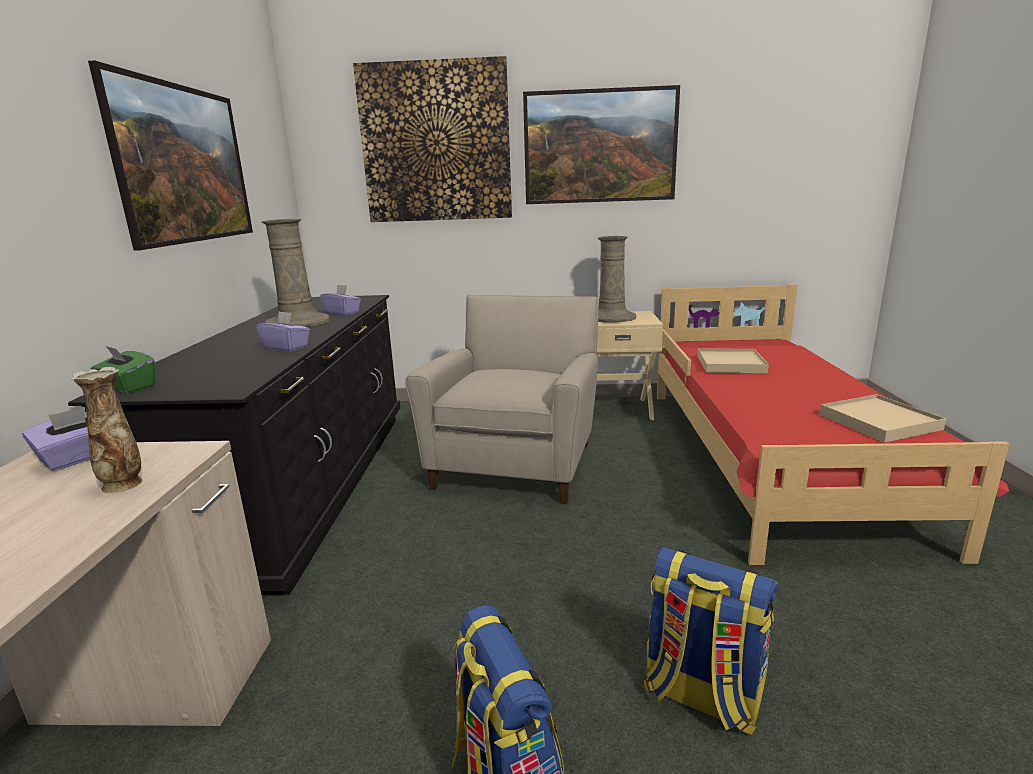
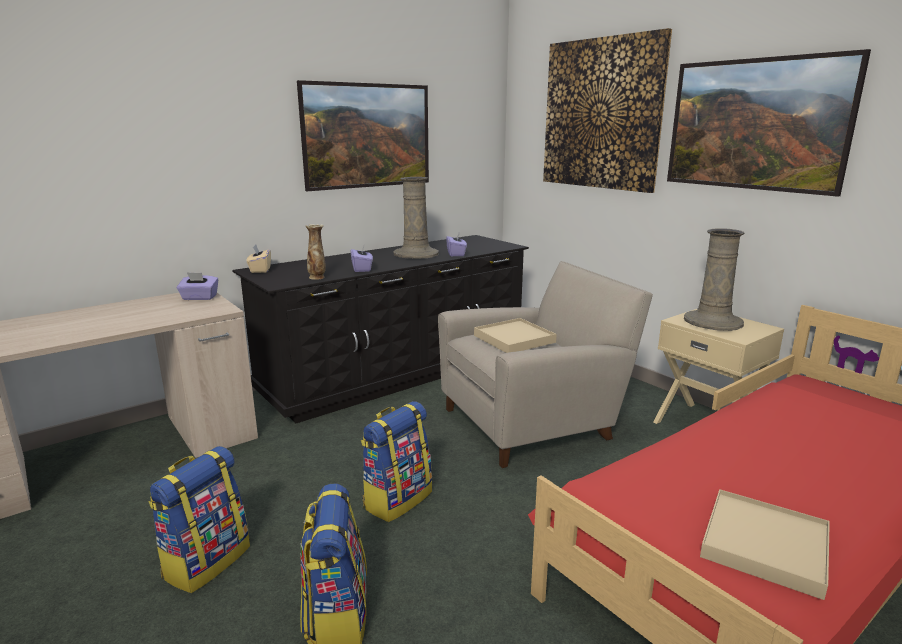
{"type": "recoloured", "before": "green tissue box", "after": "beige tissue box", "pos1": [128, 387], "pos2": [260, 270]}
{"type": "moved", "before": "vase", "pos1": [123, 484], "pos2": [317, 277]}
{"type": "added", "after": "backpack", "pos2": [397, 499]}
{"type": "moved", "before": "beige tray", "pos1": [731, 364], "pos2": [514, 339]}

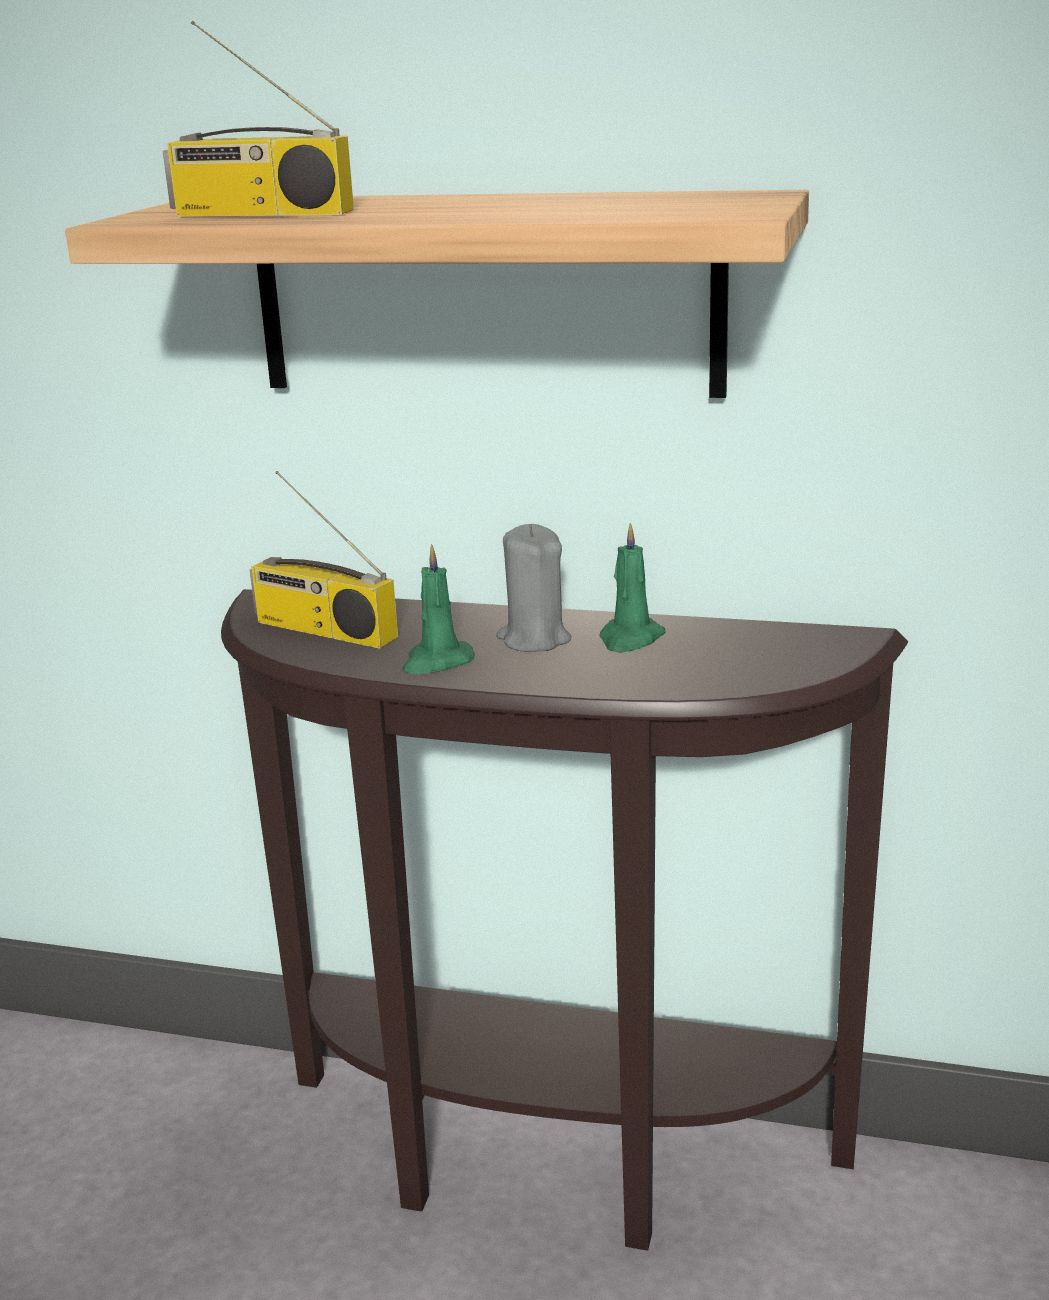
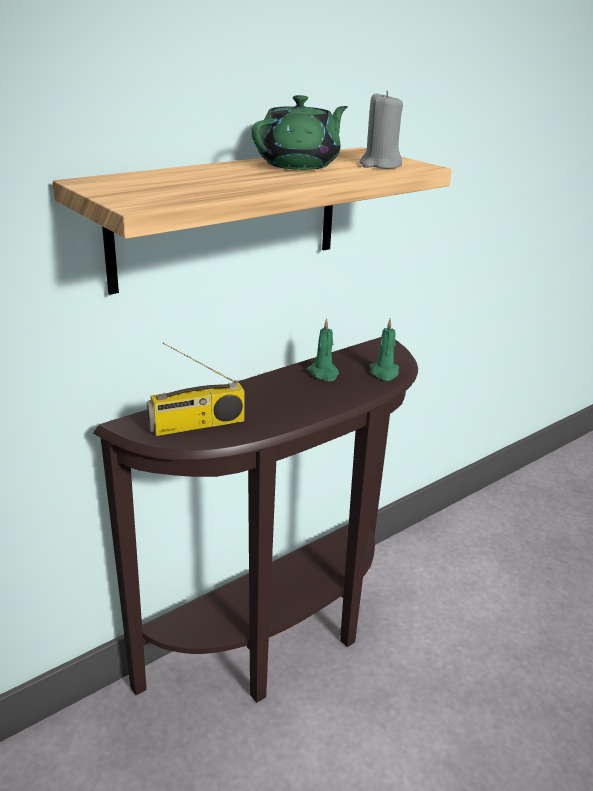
{"type": "added", "after": "green teapot", "pos2": [299, 164]}
{"type": "moved", "before": "grey candle", "pos1": [534, 639], "pos2": [380, 165]}
{"type": "moved", "before": "green candle", "pos1": [437, 662], "pos2": [384, 373]}
{"type": "removed", "before": "radio", "pos1": [259, 214]}

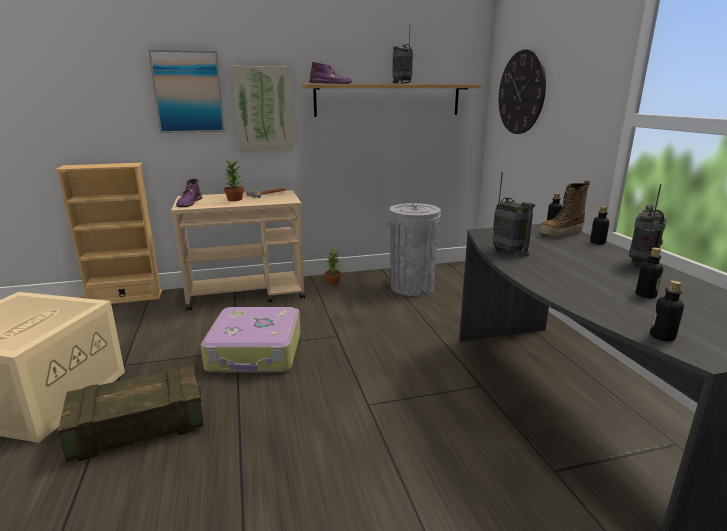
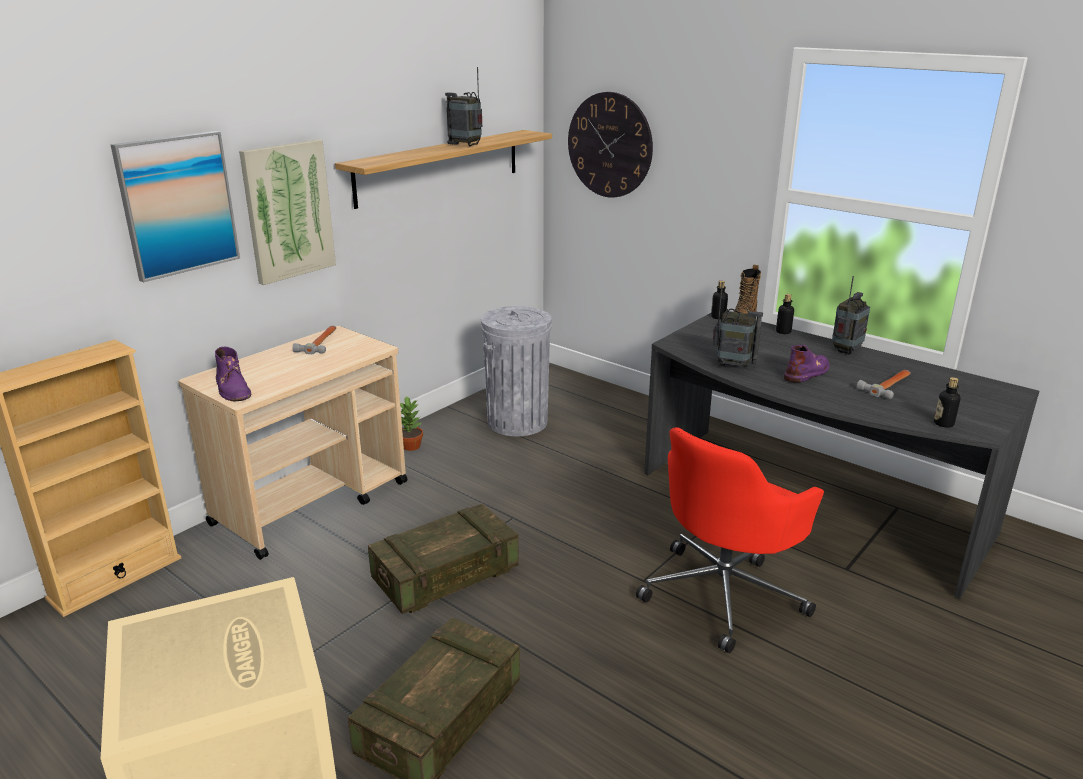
{"type": "replaced", "before": "suitcase", "after": "crate", "pos1": [256, 352], "pos2": [446, 576]}
{"type": "added", "after": "red office chair", "pos2": [724, 593]}
{"type": "moved", "before": "purple boot", "pos1": [331, 83], "pos2": [807, 372]}
{"type": "turned", "before": "radio", "pos1": [641, 264], "pos2": [846, 351], "turn": 45}
{"type": "replaced", "before": "bottle", "after": "hammer", "pos1": [645, 295], "pos2": [889, 385]}
{"type": "removed", "before": "potted plant", "pos1": [234, 199]}

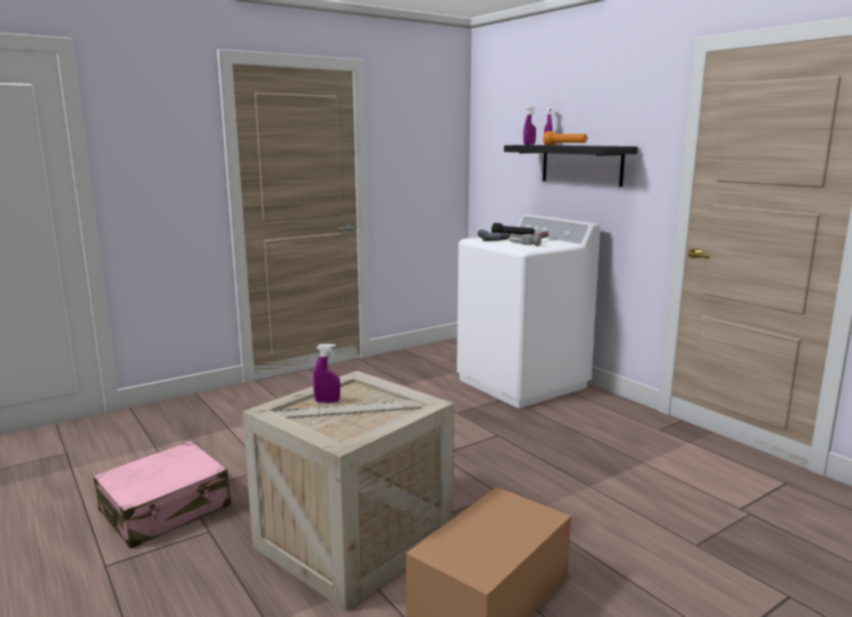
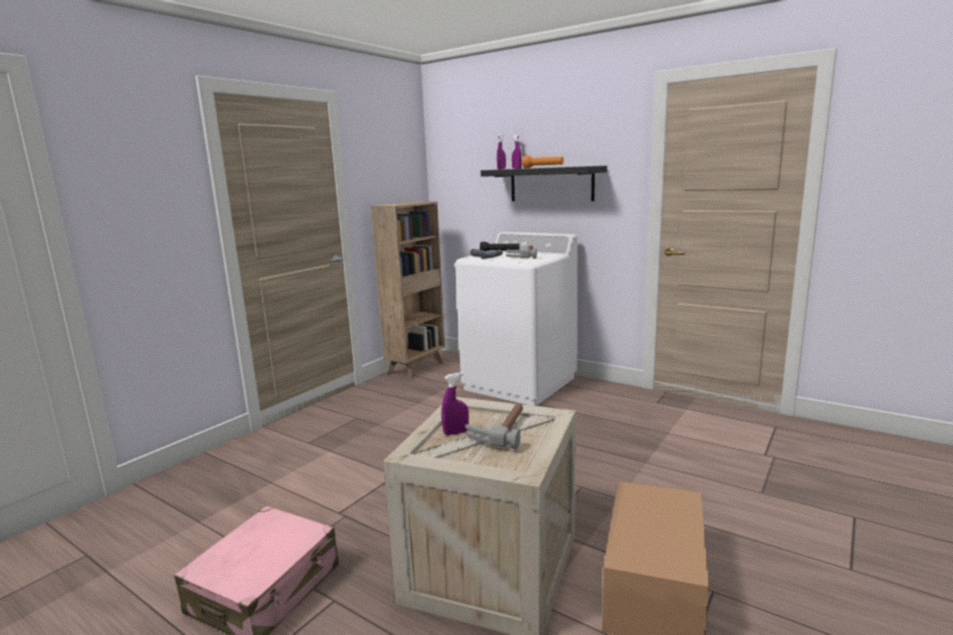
{"type": "added", "after": "brown bookcase", "pos2": [417, 368]}
{"type": "added", "after": "hammer", "pos2": [499, 430]}

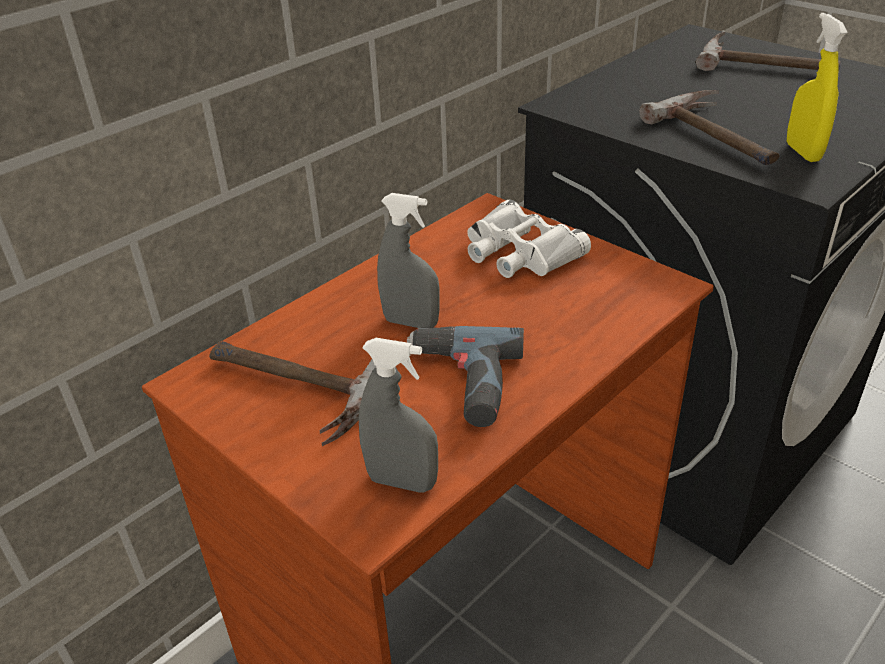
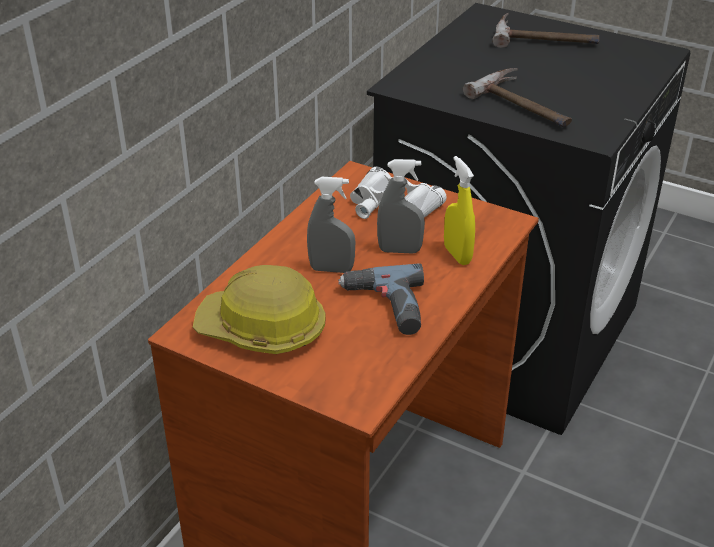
{"type": "replaced", "before": "hammer", "after": "hard hat", "pos1": [288, 392], "pos2": [262, 329]}
{"type": "moved", "before": "grey spray bottle", "pos1": [402, 482], "pos2": [399, 250]}
{"type": "moved", "before": "yellow spray bottle", "pos1": [803, 152], "pos2": [457, 255]}

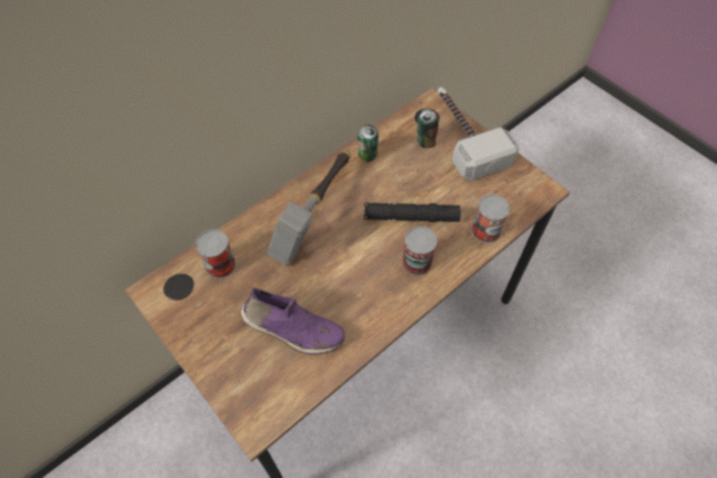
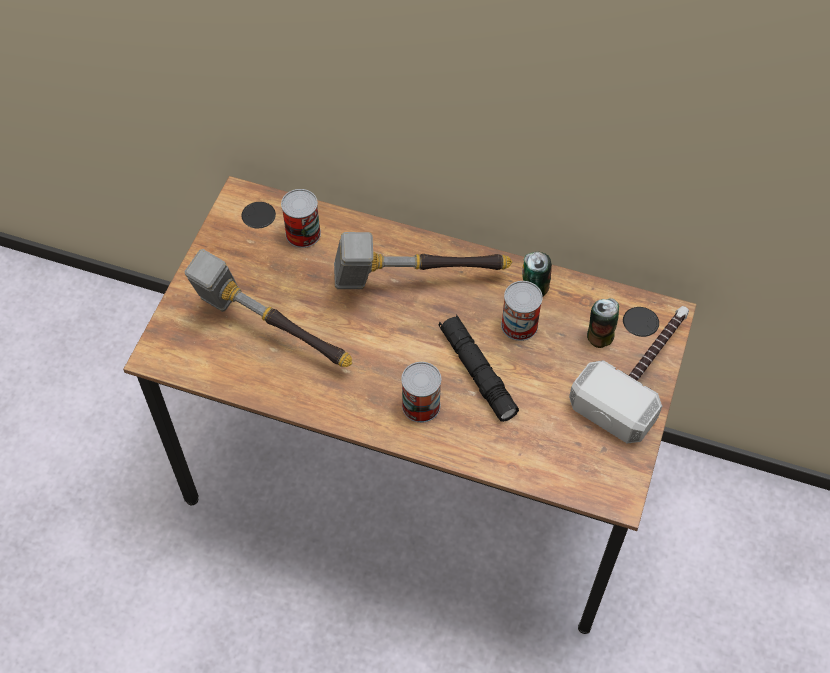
{"type": "replaced", "before": "purple shoe", "after": "hammer", "pos1": [292, 329], "pos2": [269, 332]}
{"type": "moved", "before": "can", "pos1": [486, 230], "pos2": [519, 325]}

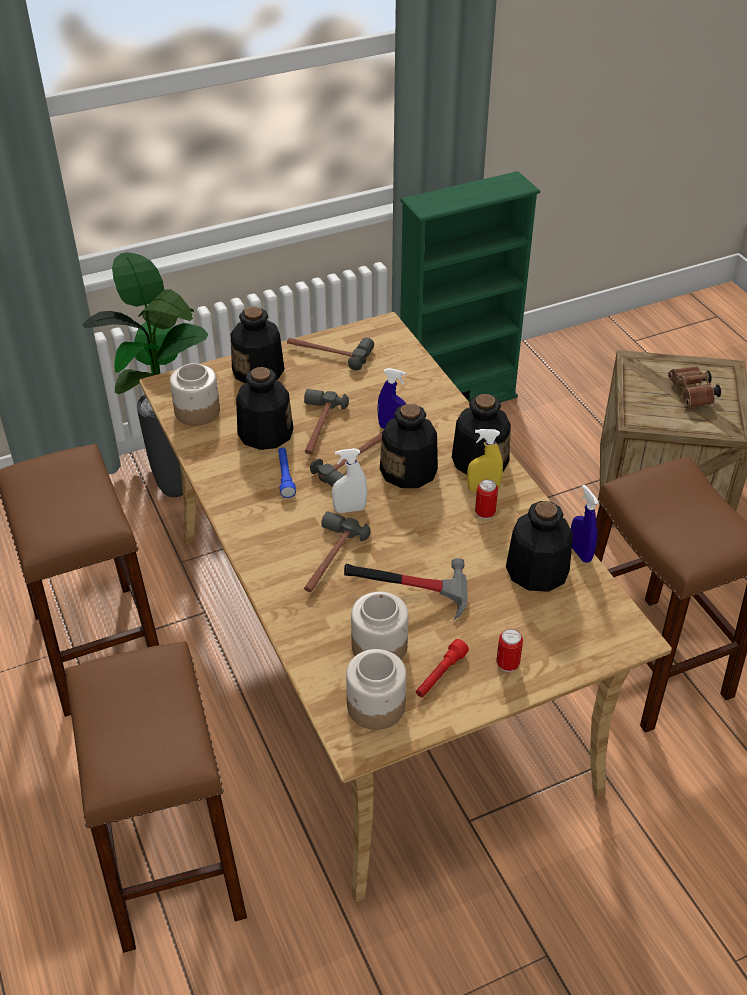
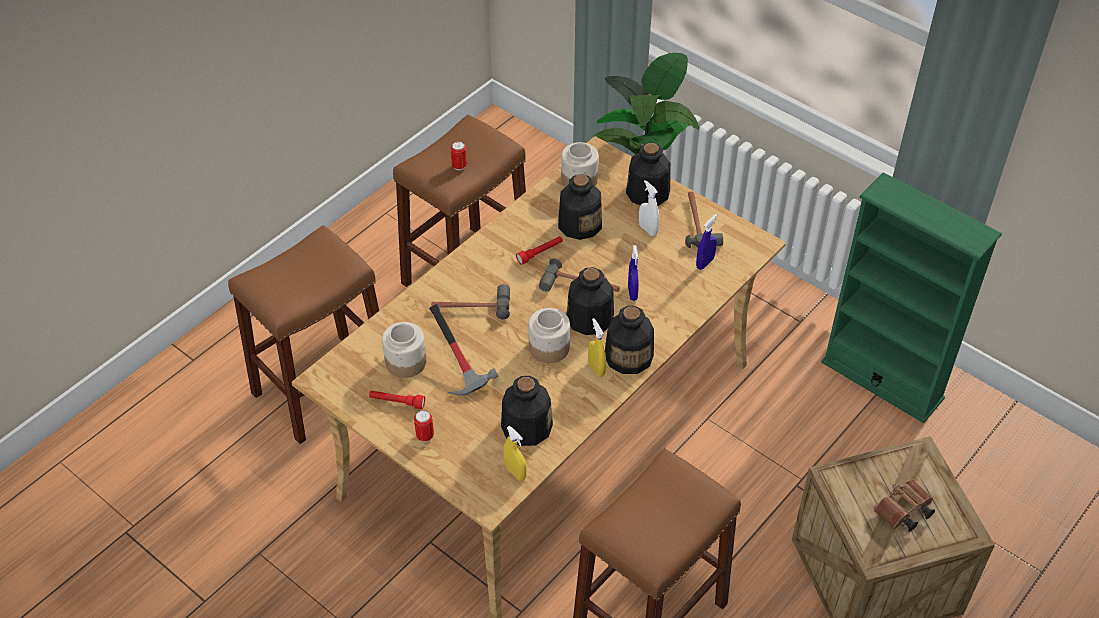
{"type": "moved", "before": "can", "pos1": [485, 513], "pos2": [459, 166]}
{"type": "added", "after": "yellow spray bottle", "pos2": [515, 472]}
{"type": "recoloured", "before": "blue flashlight", "after": "red flashlight", "pos1": [285, 476], "pos2": [540, 253]}
{"type": "moved", "before": "jar", "pos1": [376, 706], "pos2": [548, 348]}
{"type": "moved", "before": "white spray bottle", "pos1": [349, 509], "pos2": [648, 229]}
{"type": "moved", "before": "blue spray bottle", "pos1": [580, 553], "pos2": [705, 263]}
{"type": "removed", "before": "hammer", "pos1": [317, 428]}

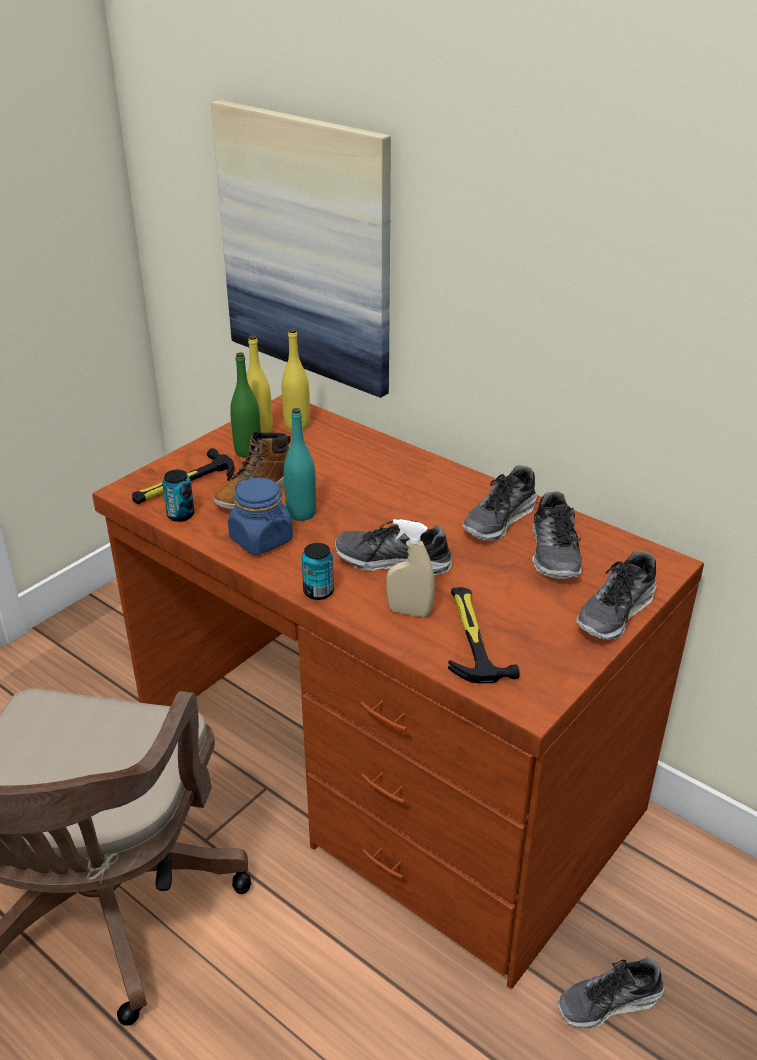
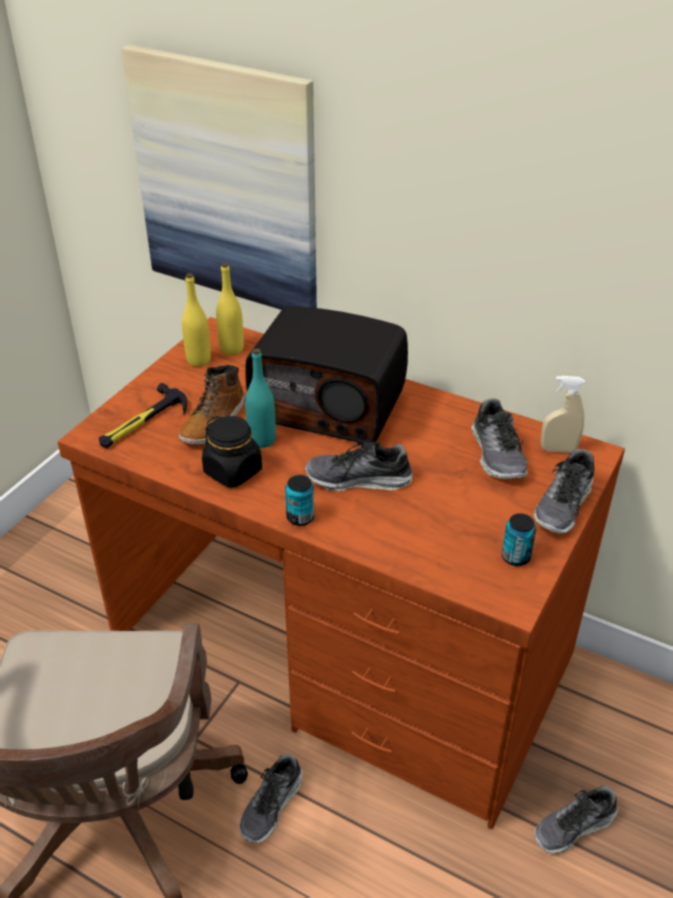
{"type": "recoloured", "before": "blue jar", "after": "black jar", "pos1": [261, 540], "pos2": [233, 471]}
{"type": "moved", "before": "shoe", "pos1": [499, 520], "pos2": [272, 806]}
{"type": "added", "after": "radio", "pos2": [330, 406]}
{"type": "moved", "before": "can", "pos1": [180, 515], "pos2": [515, 557]}
{"type": "moved", "before": "beige spray bottle", "pos1": [409, 611], "pos2": [558, 450]}
{"type": "removed", "before": "green bottle", "pos1": [248, 451]}
{"type": "removed", "before": "hammer", "pos1": [471, 637]}

